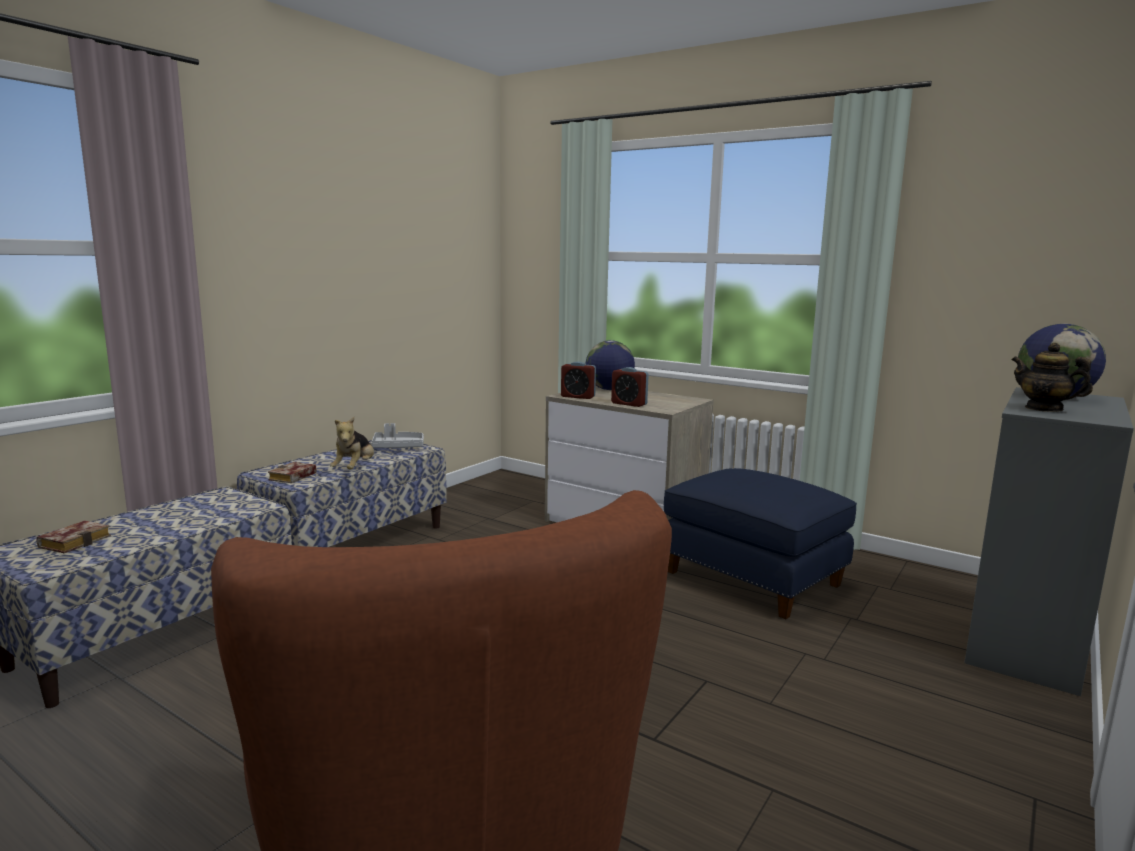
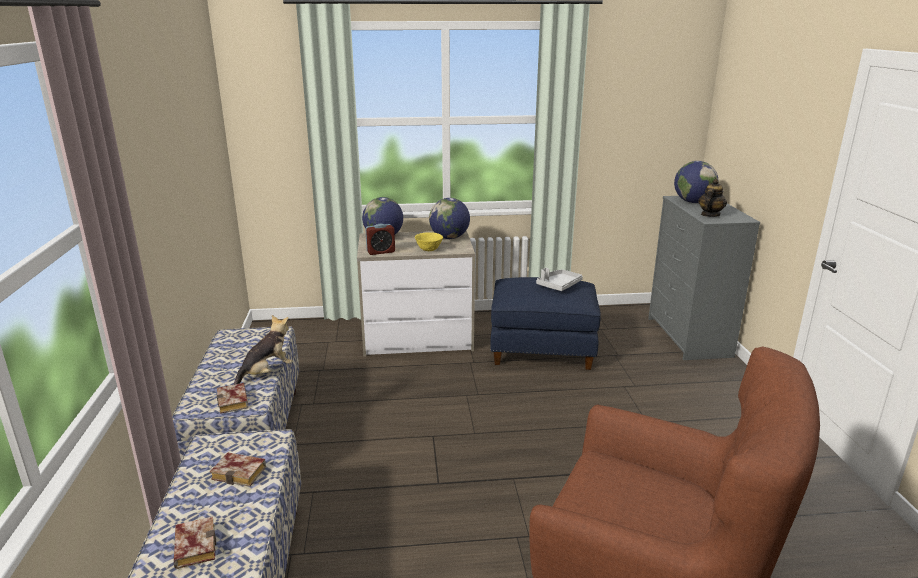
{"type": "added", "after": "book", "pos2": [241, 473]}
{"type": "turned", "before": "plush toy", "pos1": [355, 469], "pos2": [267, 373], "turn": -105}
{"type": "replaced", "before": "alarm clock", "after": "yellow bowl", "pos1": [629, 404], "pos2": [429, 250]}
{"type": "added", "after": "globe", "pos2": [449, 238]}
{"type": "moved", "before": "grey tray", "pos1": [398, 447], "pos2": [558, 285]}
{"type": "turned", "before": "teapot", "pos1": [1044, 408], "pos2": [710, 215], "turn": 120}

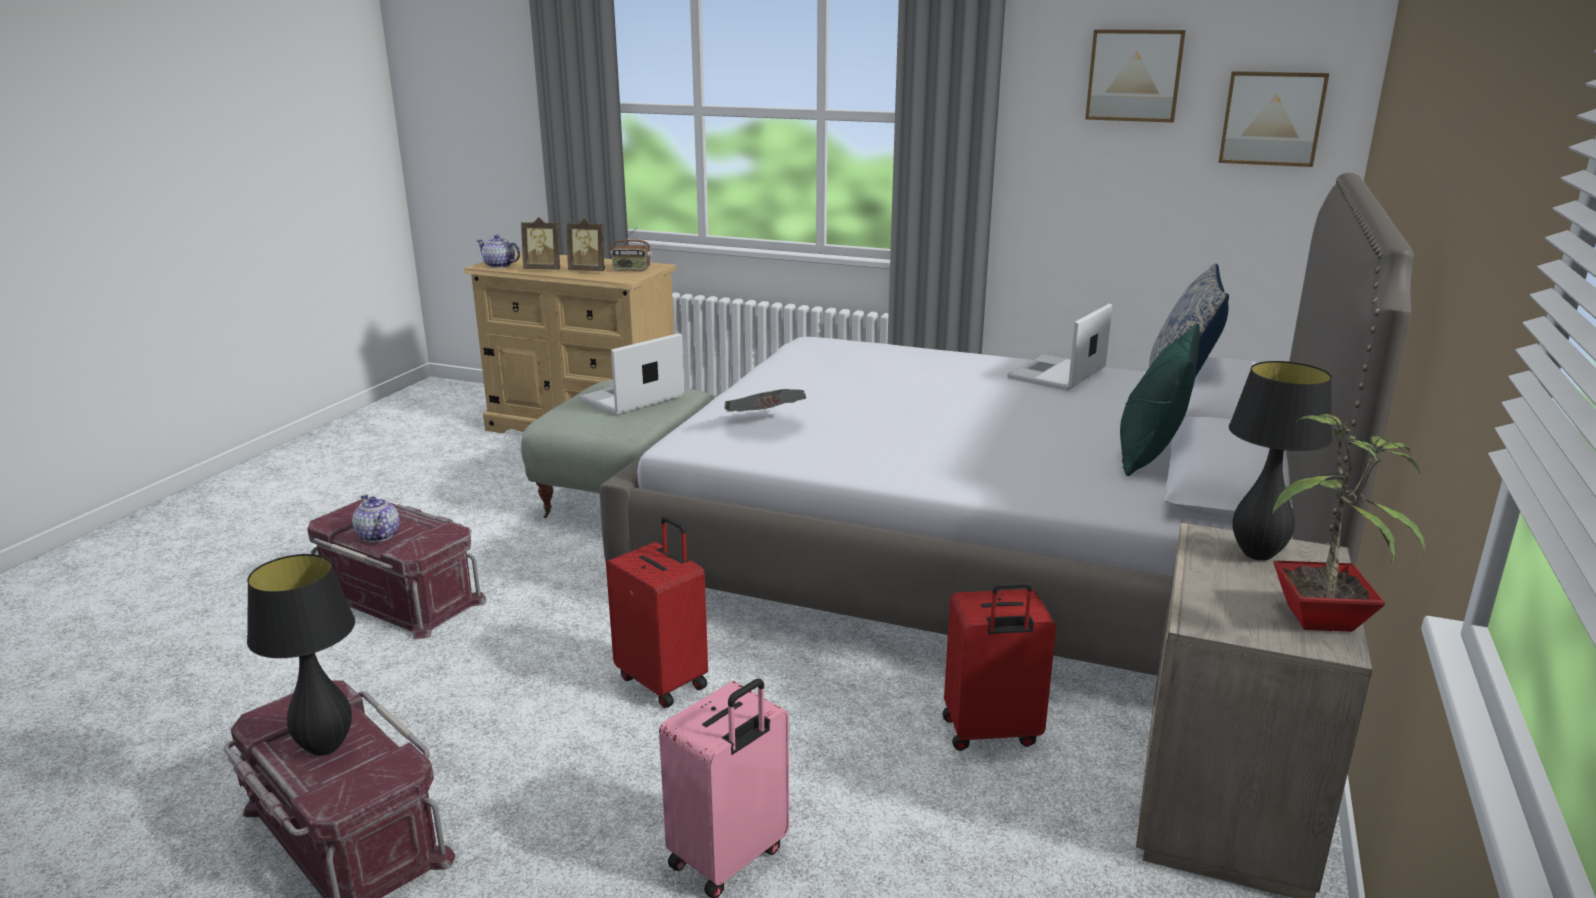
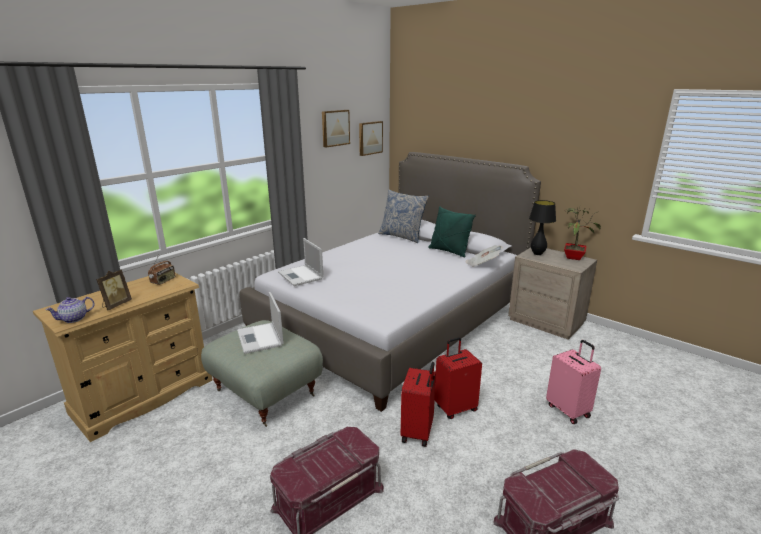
{"type": "moved", "before": "laptop", "pos1": [1056, 374], "pos2": [301, 276]}
{"type": "moved", "before": "red suitcase", "pos1": [991, 733], "pos2": [418, 432]}
{"type": "moved", "before": "newspaper", "pos1": [764, 423], "pos2": [482, 264]}
{"type": "removed", "before": "black table lamp", "pos1": [326, 747]}
{"type": "removed", "before": "teapot", "pos1": [378, 536]}
{"type": "removed", "before": "picture frame", "pos1": [588, 271]}

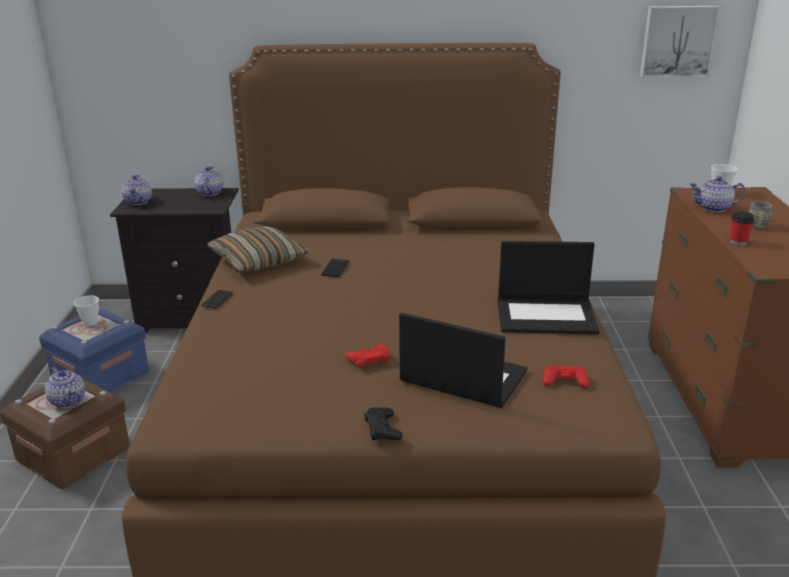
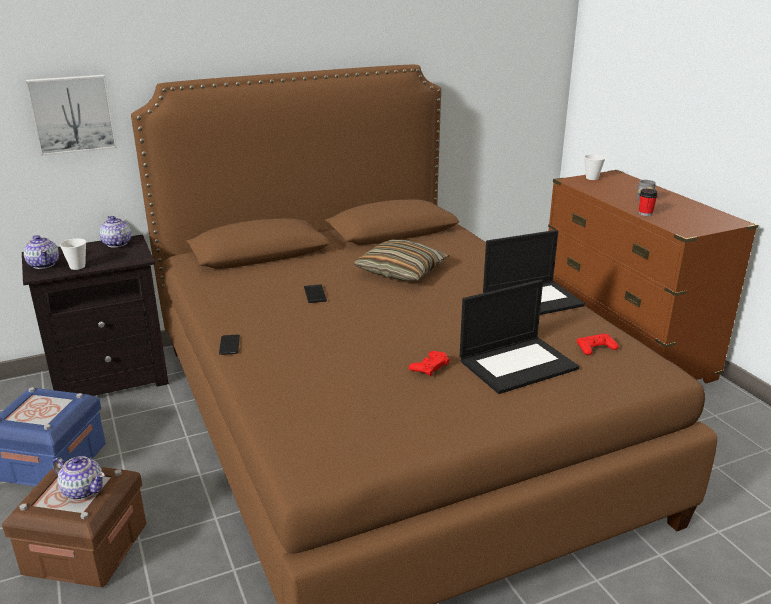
{"type": "moved", "before": "picture", "pos1": [677, 41], "pos2": [72, 114]}
{"type": "moved", "before": "cup", "pos1": [90, 322], "pos2": [77, 266]}
{"type": "moved", "before": "pillow", "pos1": [258, 260], "pos2": [401, 271]}
{"type": "turned", "before": "laptop", "pos1": [461, 377], "pos2": [518, 364], "turn": 150}
{"type": "removed", "before": "black game controller", "pos1": [382, 429]}
{"type": "removed", "before": "teapot", "pos1": [714, 208]}

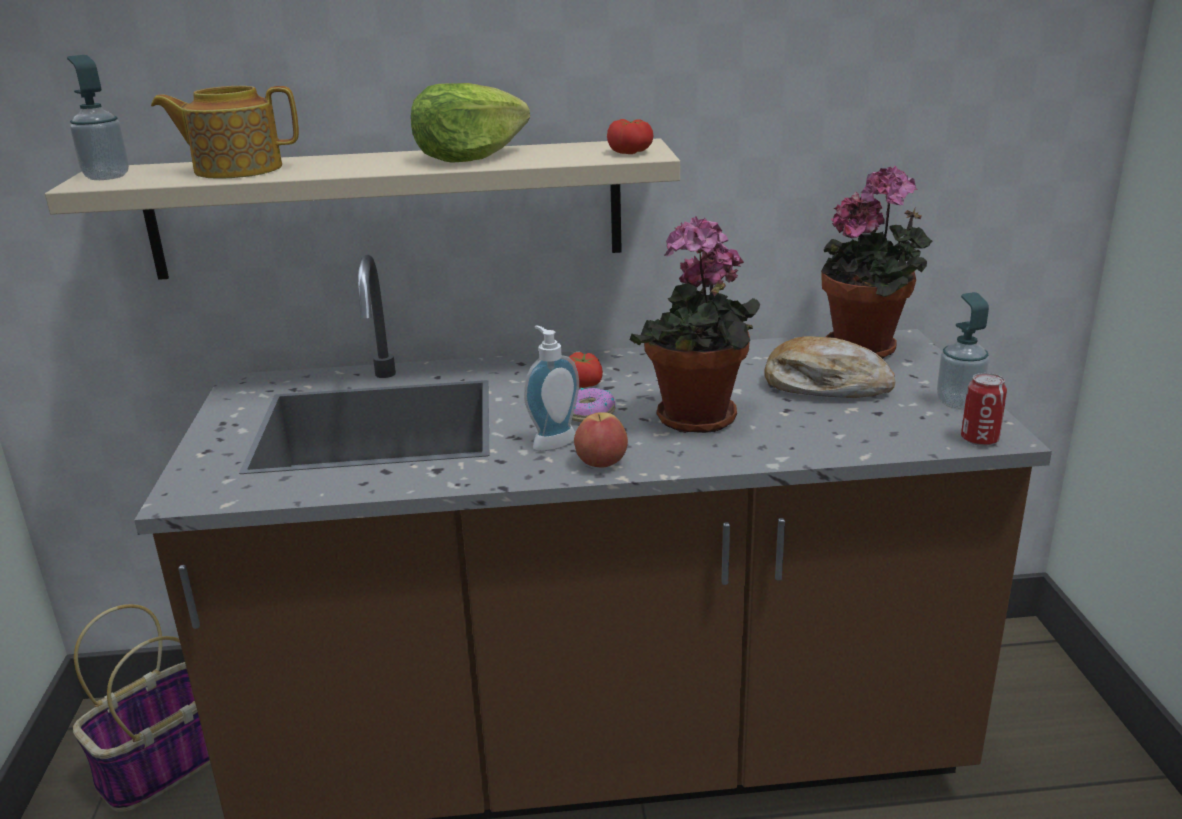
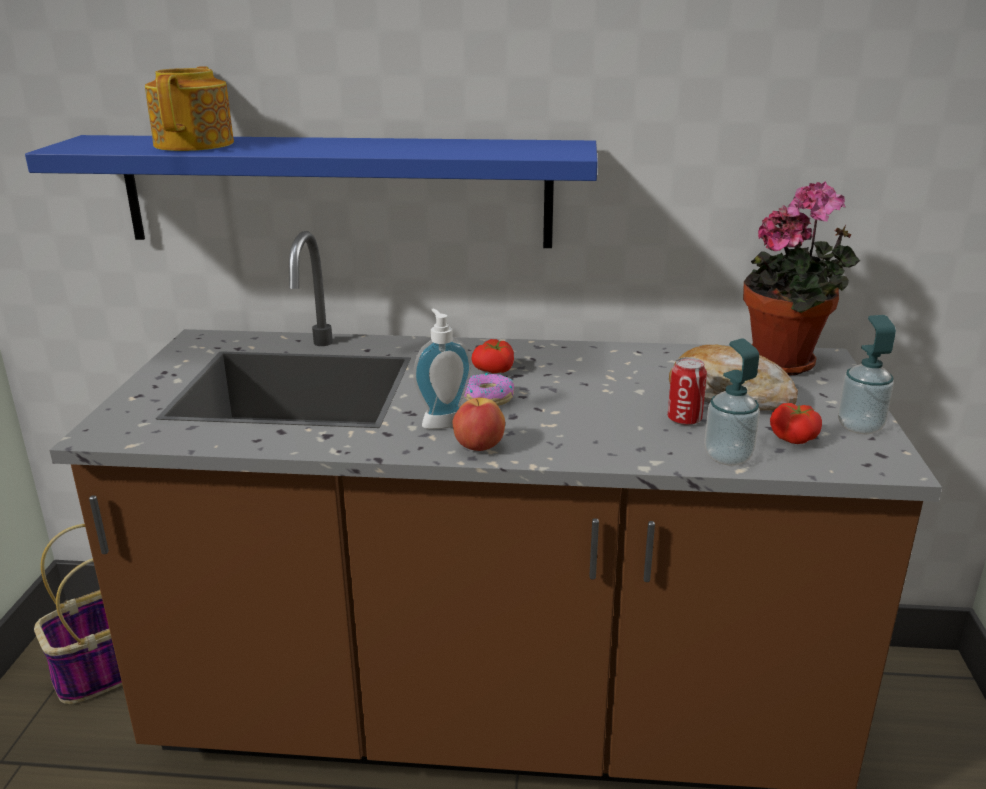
{"type": "recoloured", "before": "beige shelf", "after": "blue shelf", "pos1": [387, 209], "pos2": [336, 191]}
{"type": "turned", "before": "teapot", "pos1": [236, 169], "pos2": [196, 144], "turn": 90}
{"type": "moved", "before": "can", "pos1": [979, 439], "pos2": [684, 419]}
{"type": "moved", "before": "soap dispenser", "pos1": [107, 176], "pos2": [728, 457]}
{"type": "moved", "before": "tomato", "pos1": [631, 152], "pos2": [795, 438]}
{"type": "removed", "before": "lettuce", "pos1": [469, 157]}
{"type": "removed", "before": "potted plant", "pos1": [696, 421]}

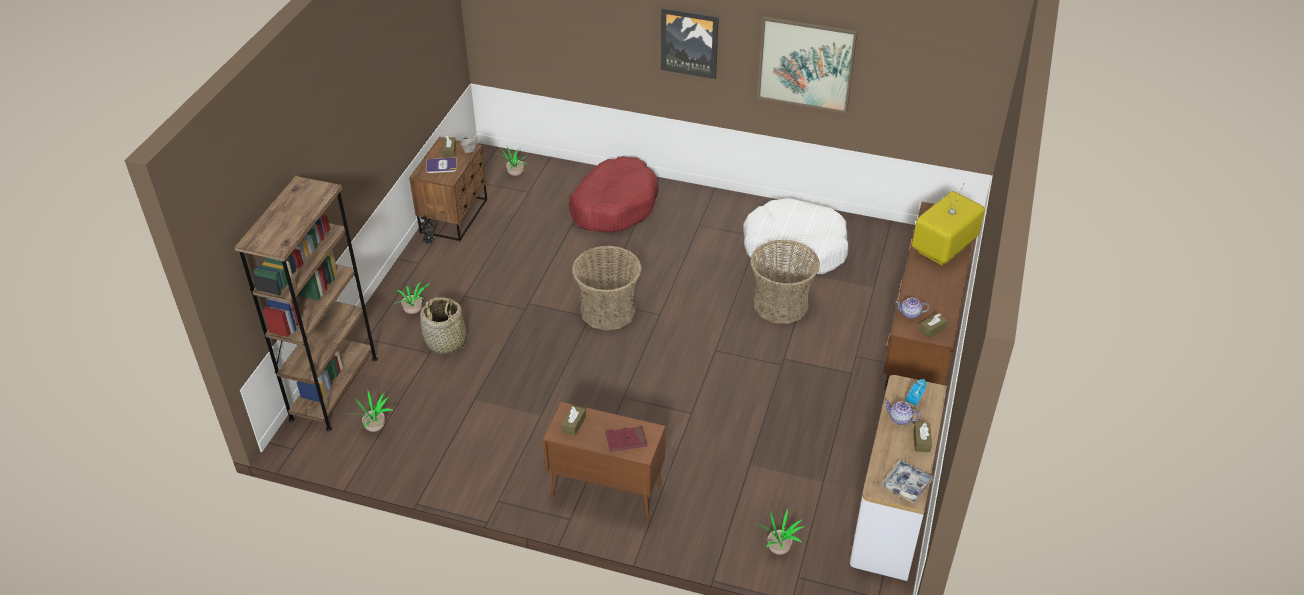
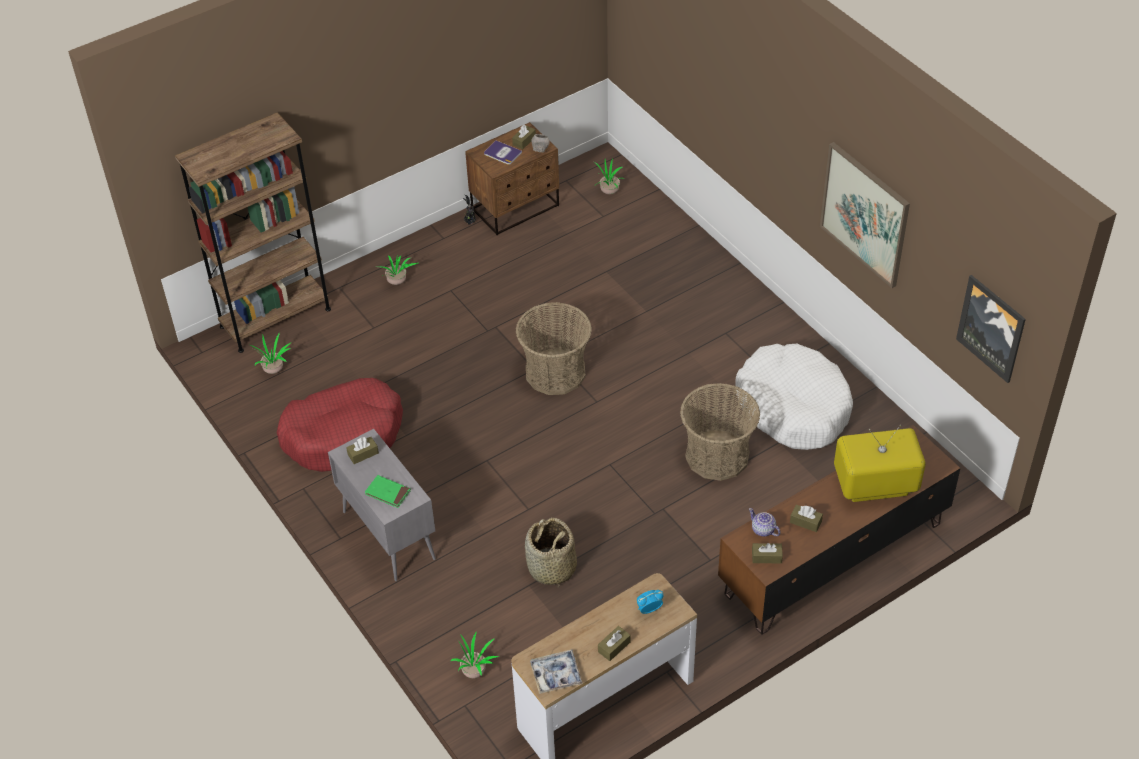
{"type": "moved", "before": "red dog bed", "pos1": [614, 205], "pos2": [343, 435]}
{"type": "recoloured", "before": "brown cabinet", "after": "grey cabinet", "pos1": [605, 493], "pos2": [388, 535]}
{"type": "recoloured", "before": "red book", "after": "green book", "pos1": [626, 440], "pos2": [388, 493]}
{"type": "moved", "before": "basket", "pos1": [446, 342], "pos2": [551, 568]}
{"type": "added", "after": "brown tissue box", "pos2": [805, 522]}
{"type": "moved", "before": "picture", "pos1": [689, 42], "pos2": [991, 328]}
{"type": "removed", "before": "teapot", "pos1": [900, 419]}

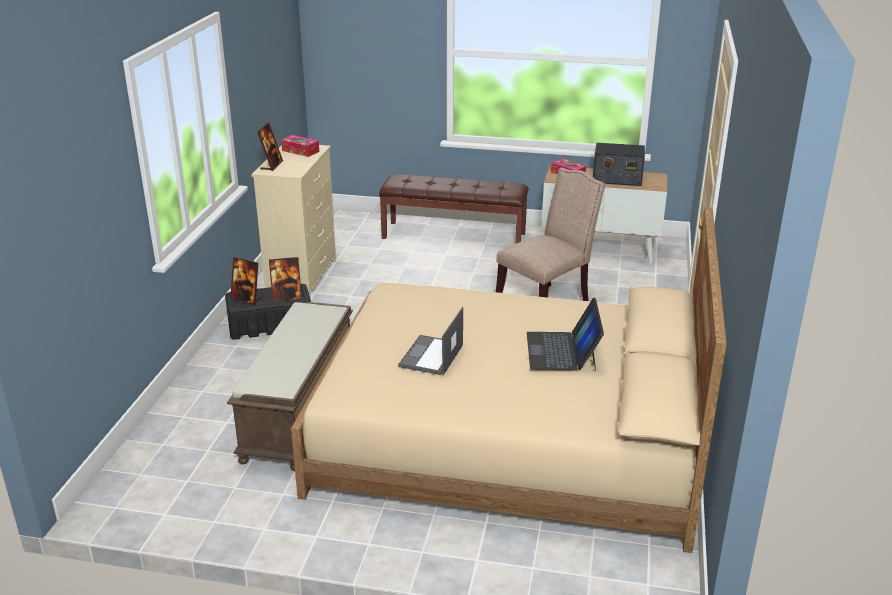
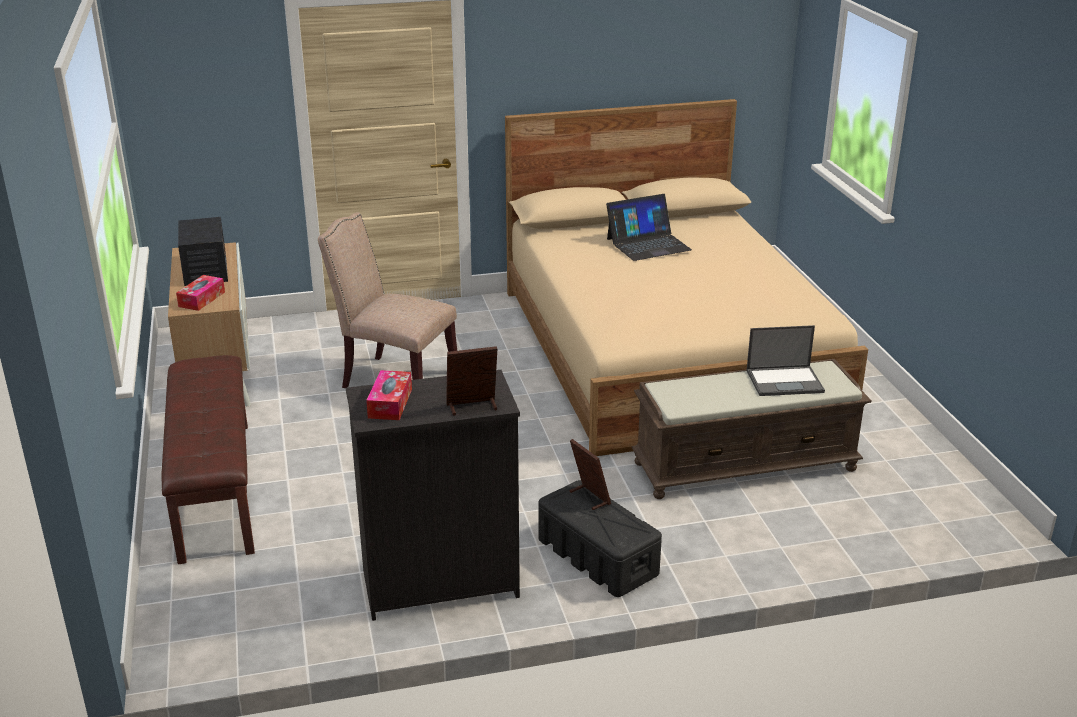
{"type": "recoloured", "before": "beige dresser", "after": "black dresser", "pos1": [303, 277], "pos2": [438, 583]}
{"type": "moved", "before": "laptop", "pos1": [431, 356], "pos2": [785, 381]}
{"type": "removed", "before": "picture frame", "pos1": [246, 298]}

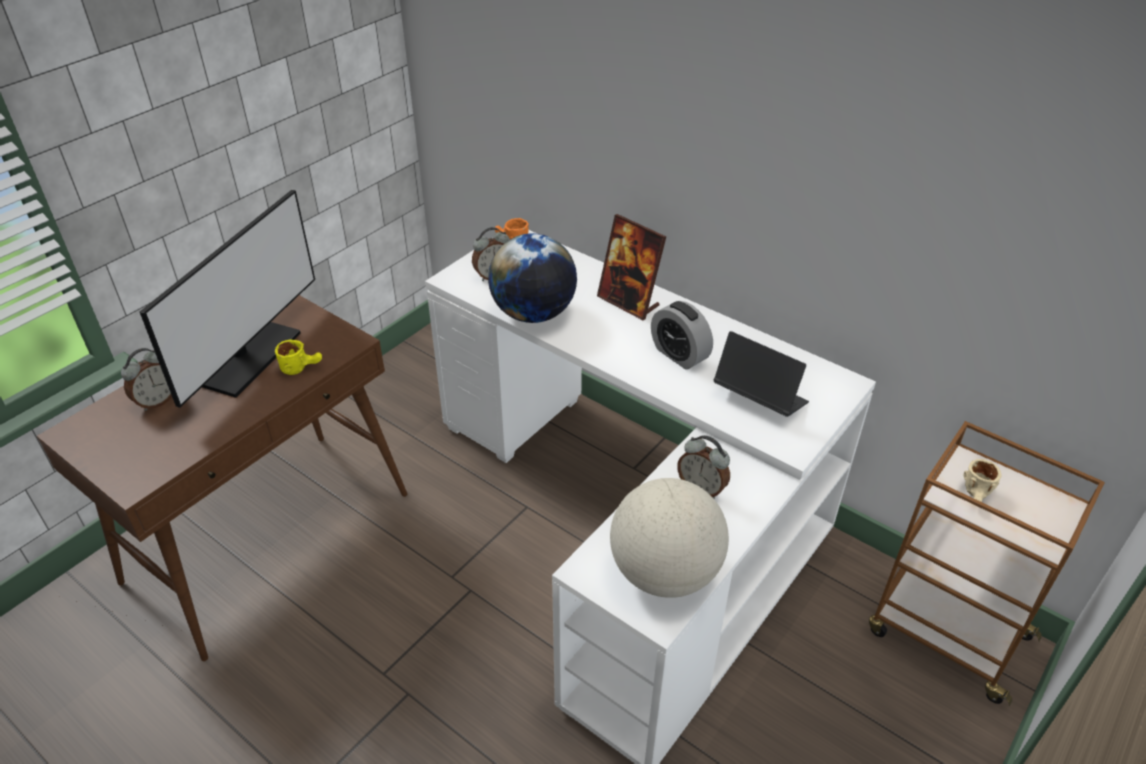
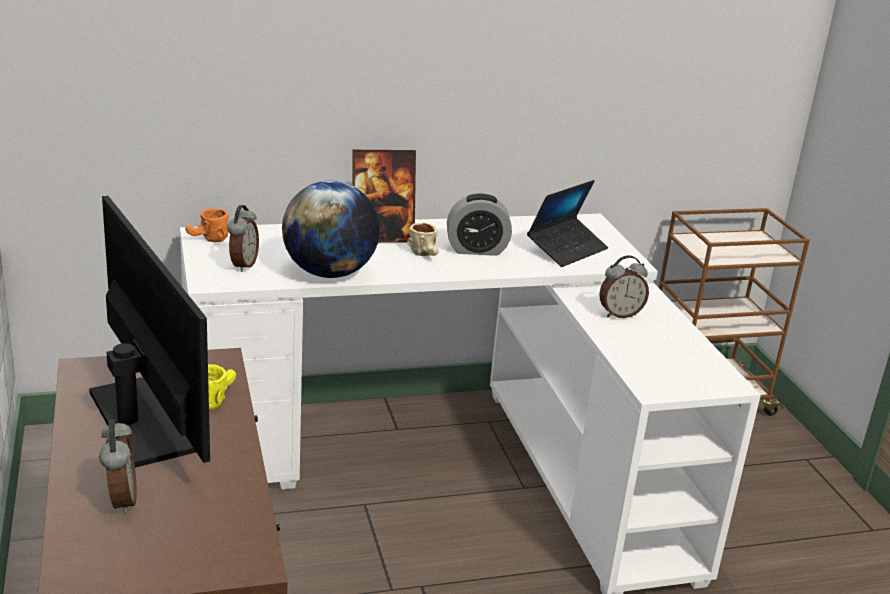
{"type": "moved", "before": "beige mug", "pos1": [977, 497], "pos2": [426, 255]}
{"type": "turned", "before": "laptop", "pos1": [759, 399], "pos2": [567, 249], "turn": 150}
{"type": "removed", "before": "globe", "pos1": [665, 573]}

